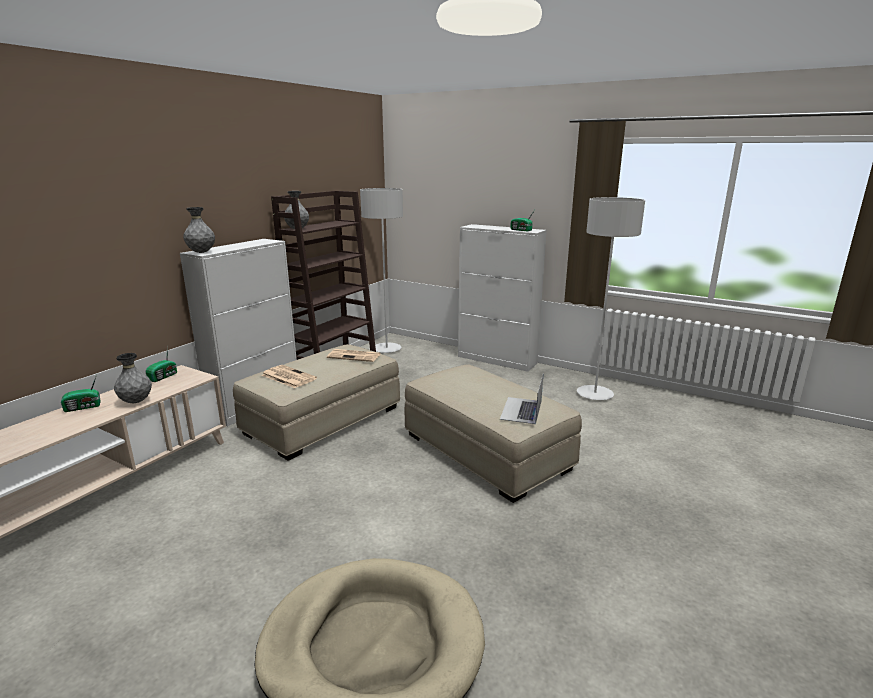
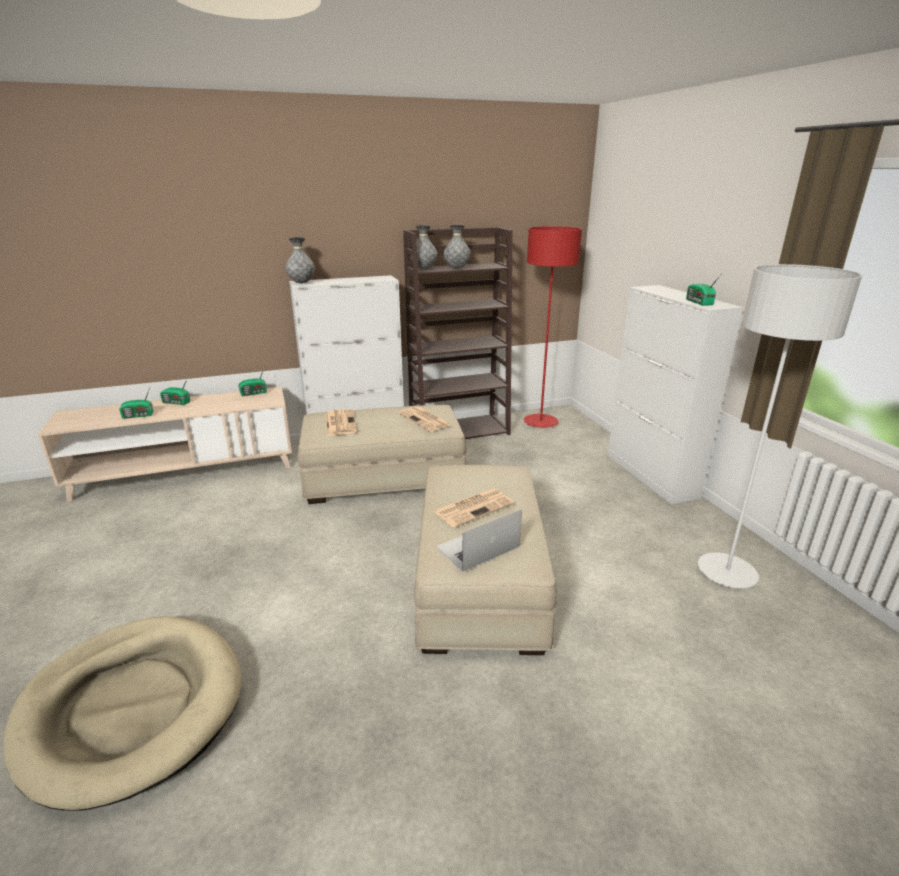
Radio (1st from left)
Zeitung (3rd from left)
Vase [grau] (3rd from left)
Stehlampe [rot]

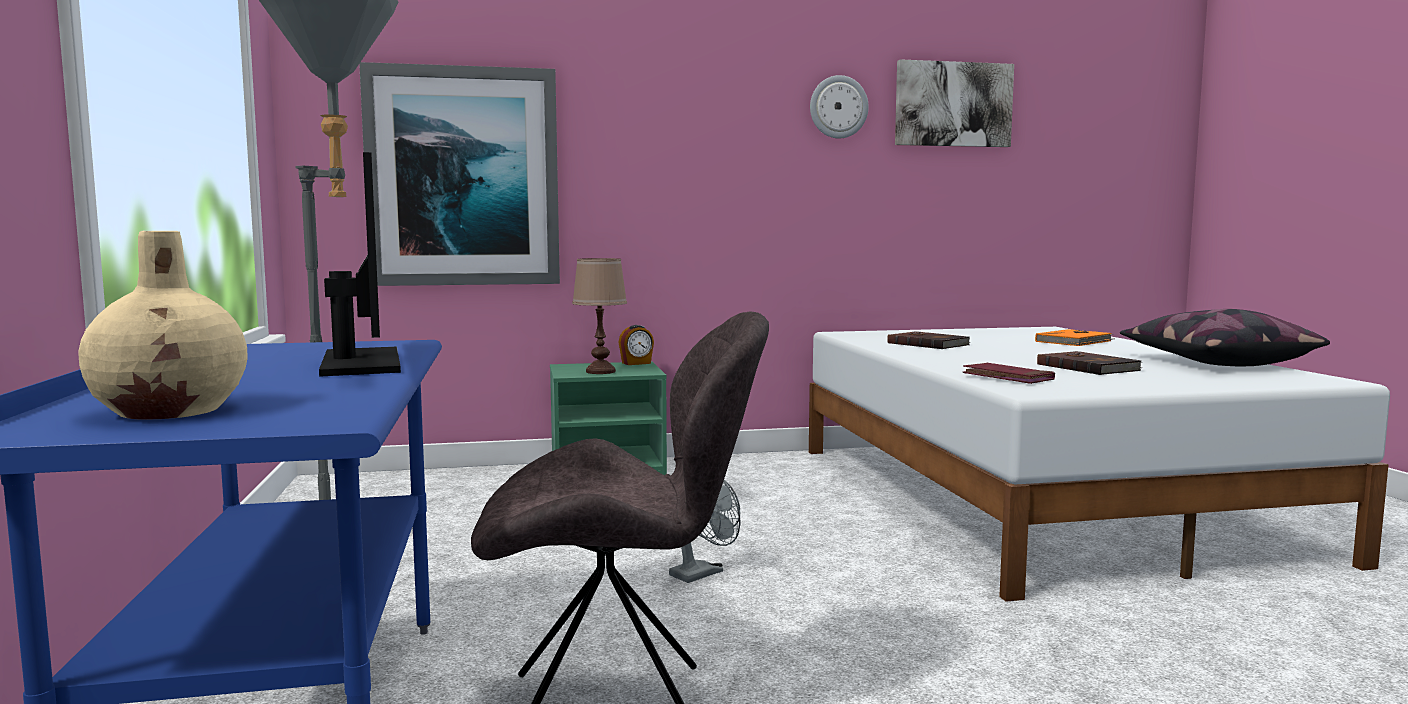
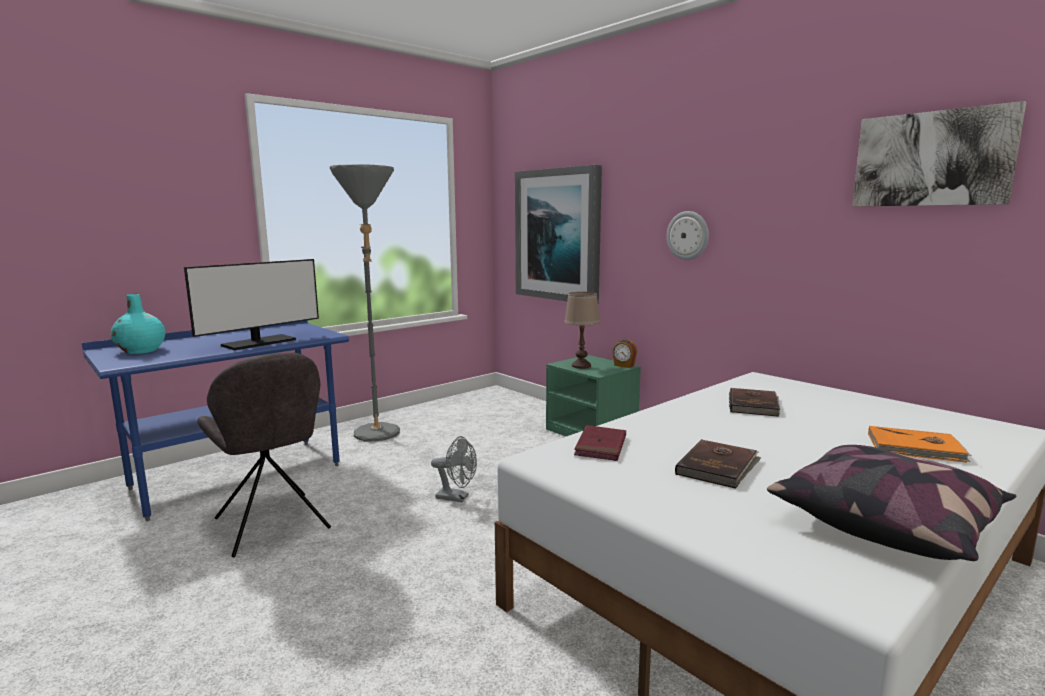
Vase [türkis]
Wanduhr

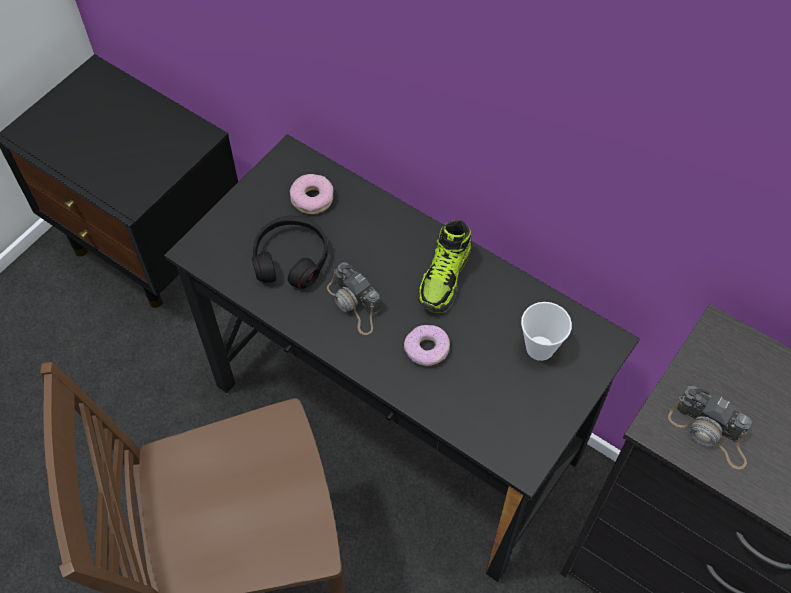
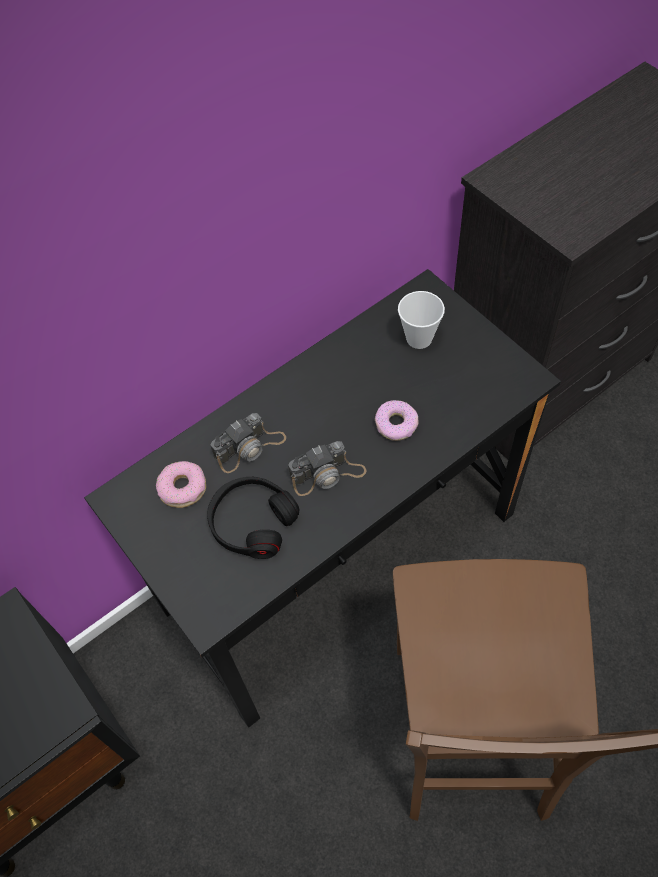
Kamera (1st from left)
Schuh

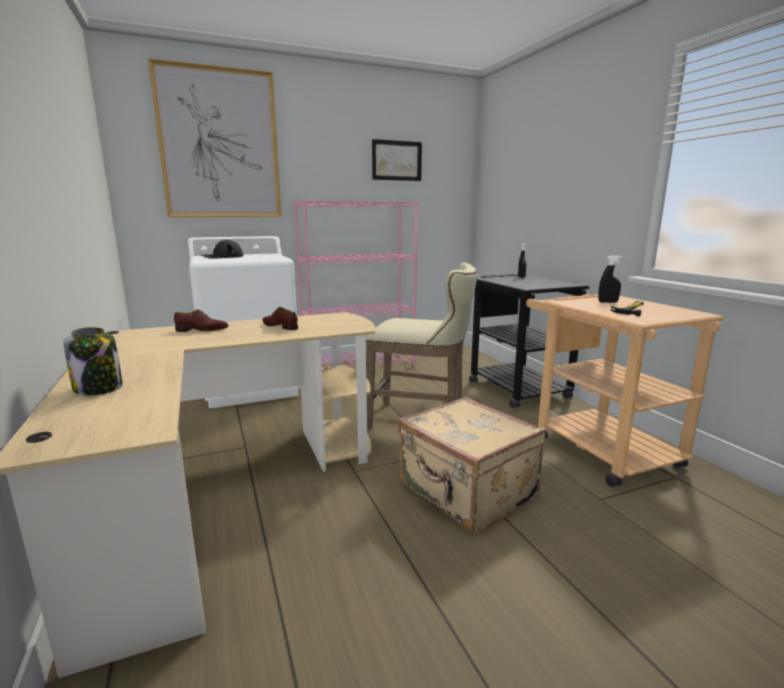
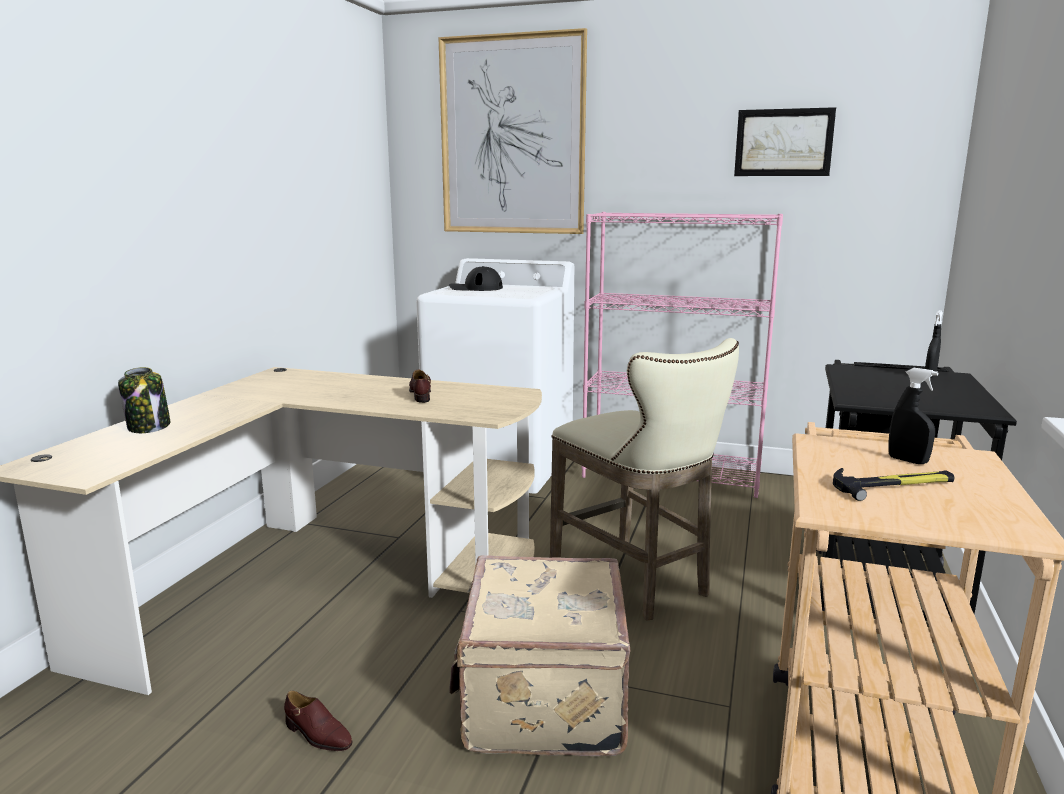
Schuh [braun] (1st from left)

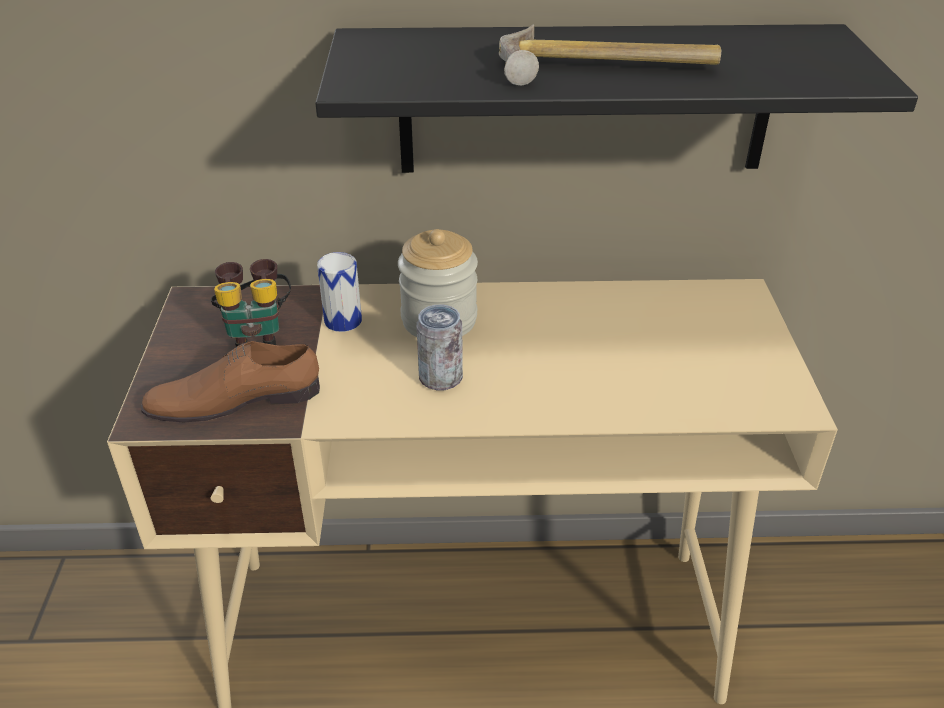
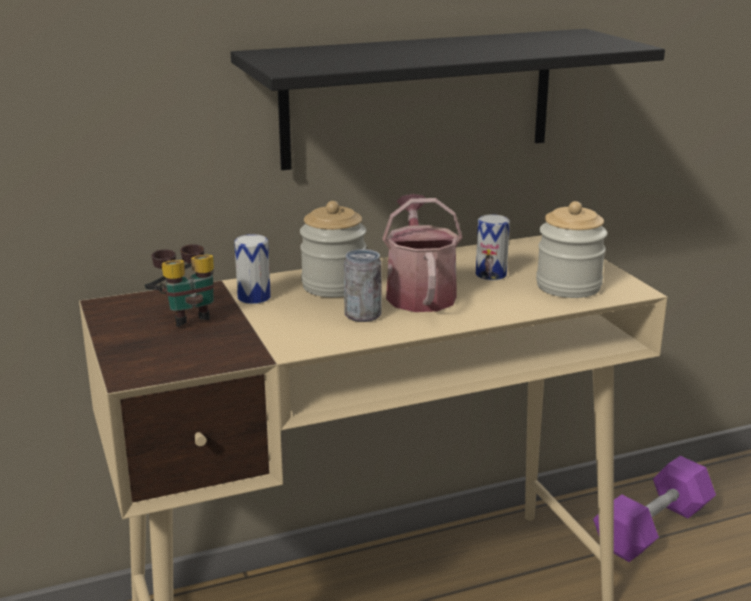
Gießkanne
Dose (3rd from left)
Vorratsglas (2nd from left)
Hantel [lila]
Schuh [braun]
Hammer

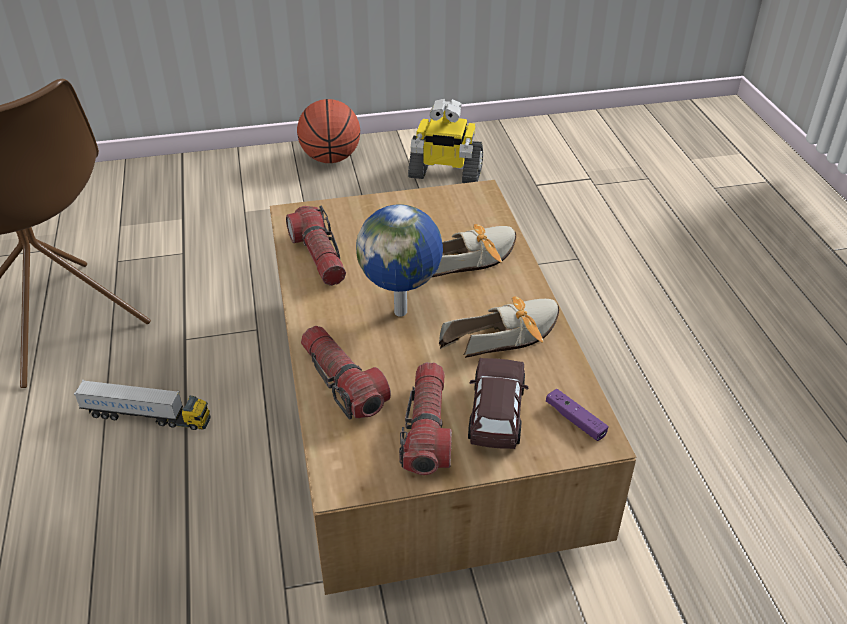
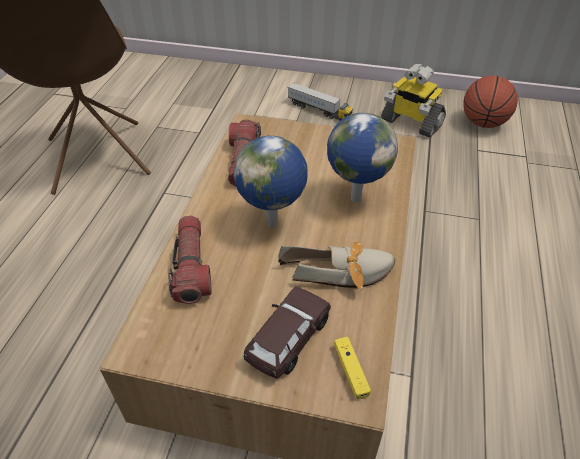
Spielzeuglaster
Globus (2nd from left)
Gamepad [gelb]
Basketball
Taschenlampe (3rd from left in the first image)

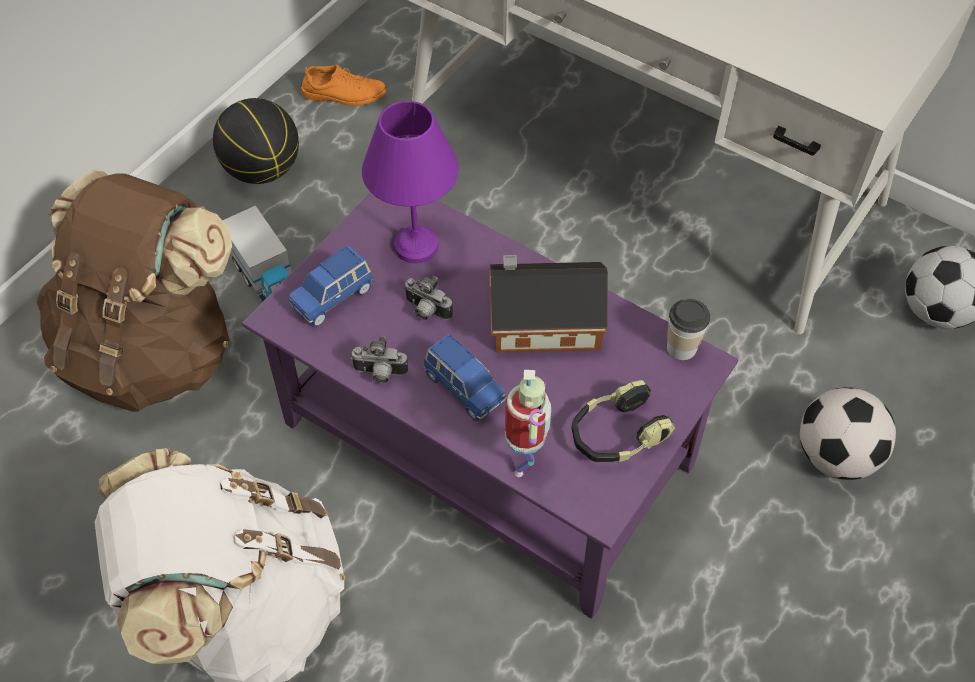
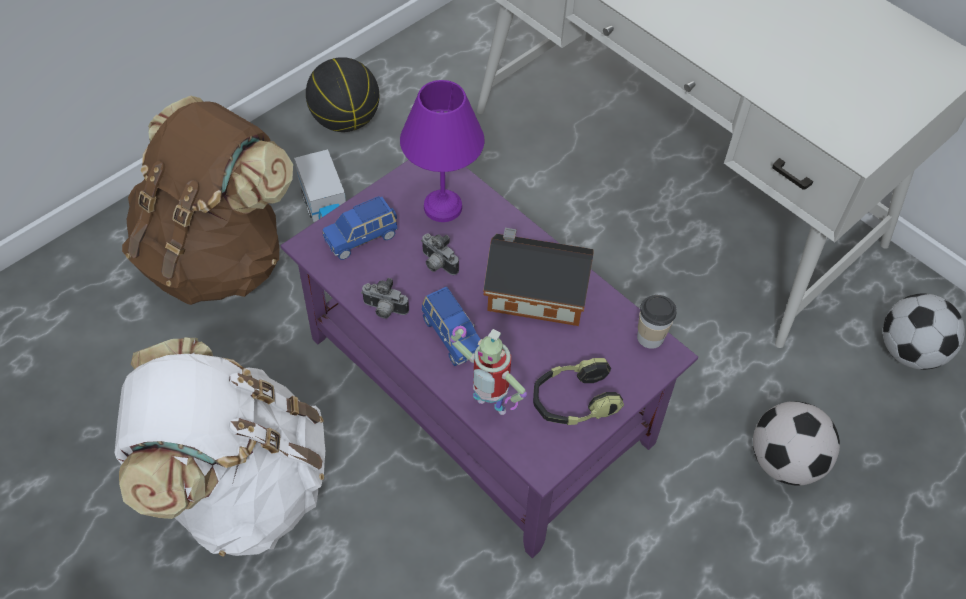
Spielzeugroboter
Schuh [orange]

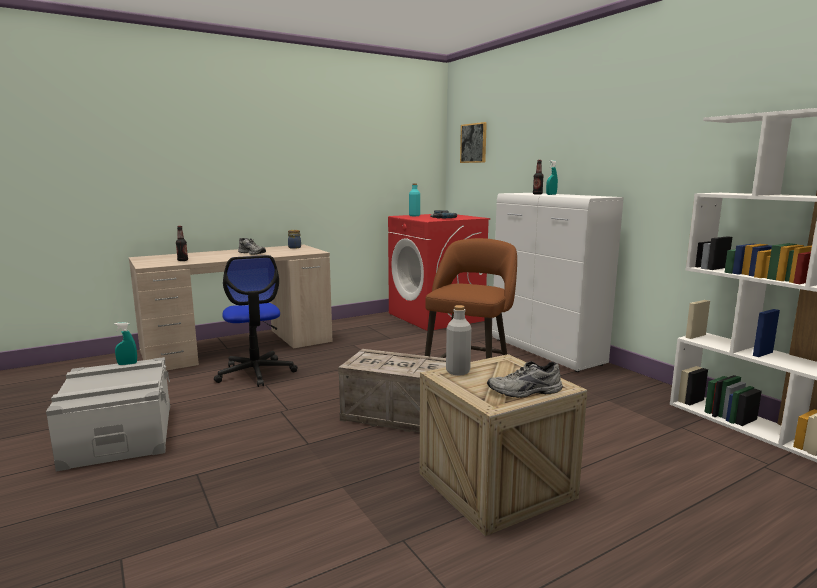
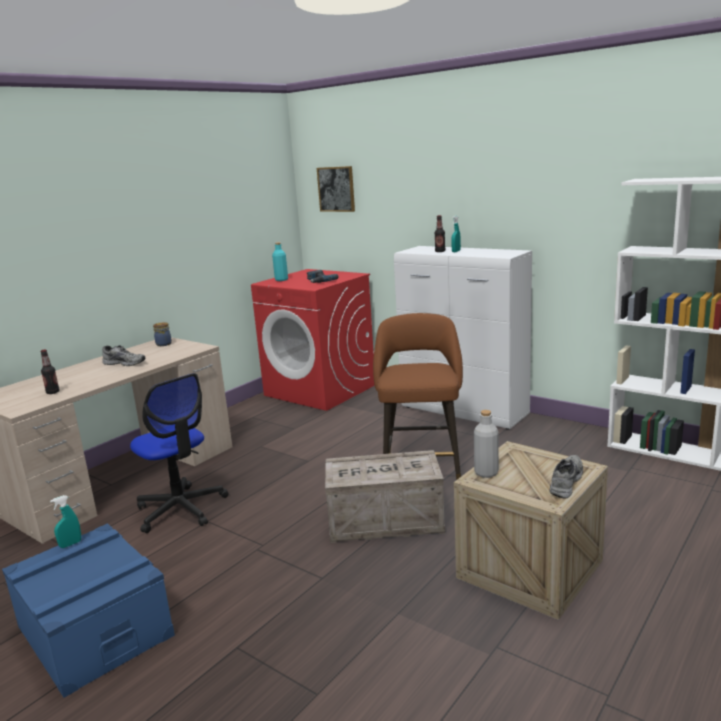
Aufbewahrungsbox [blau]
Schuh [grau] (2nd from left)

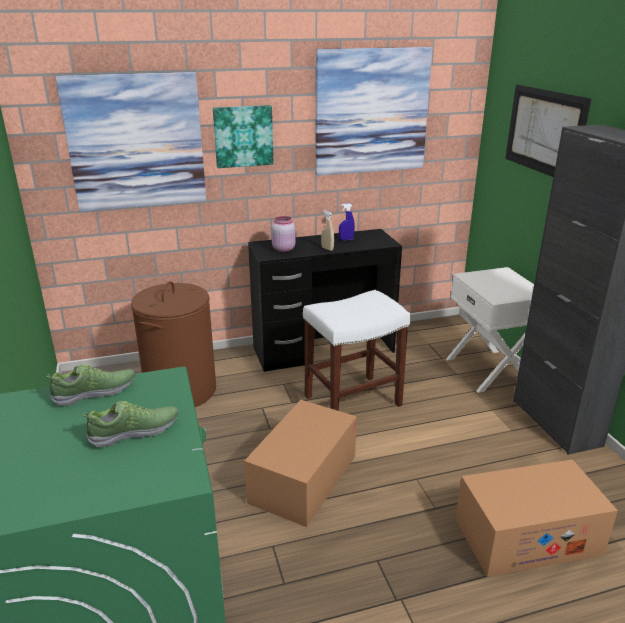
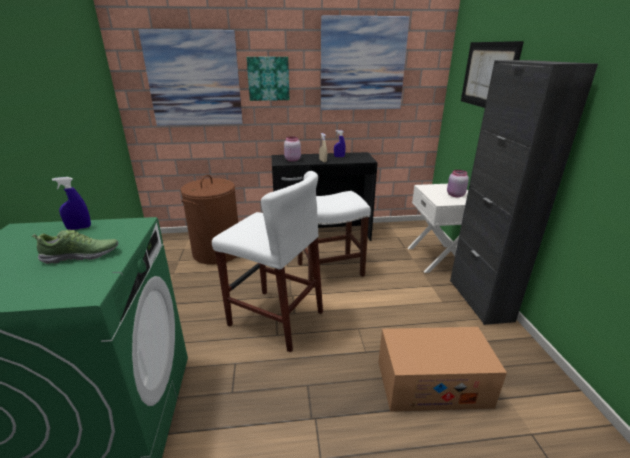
Sprühflasche [blau] (1st from left)
Hocker [weiß] (1st from left)
Vorratsglas [rosa] (2nd from left)

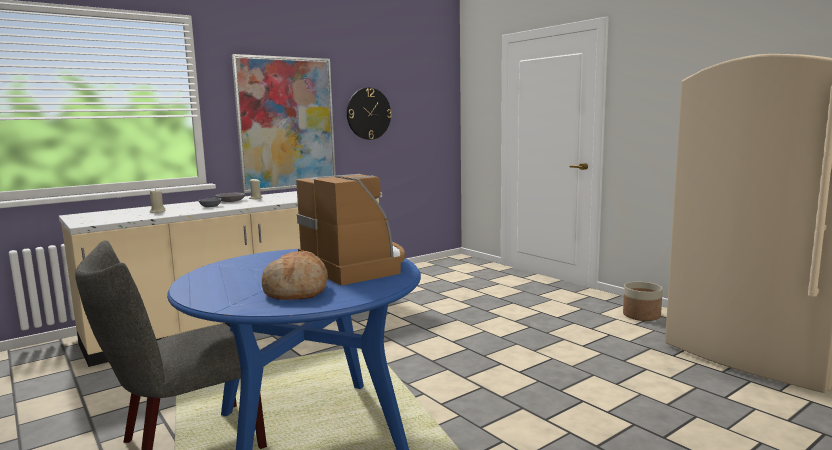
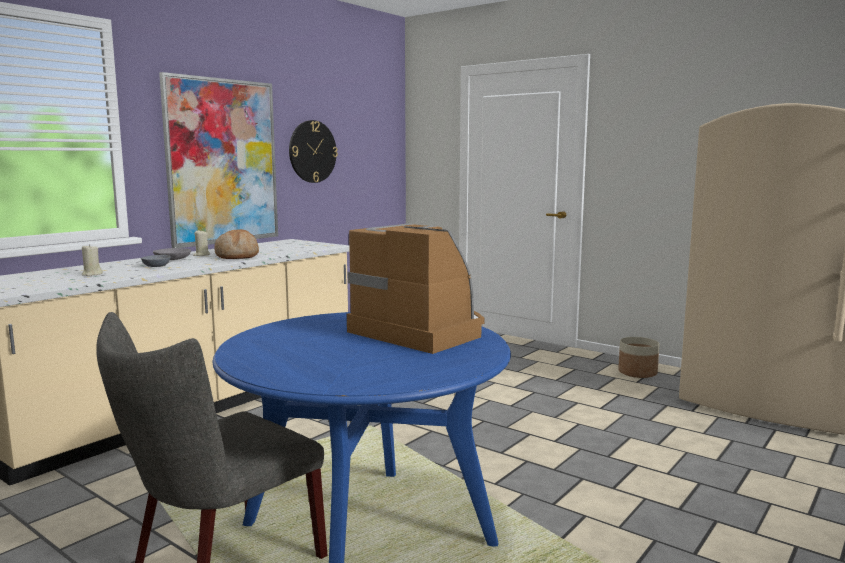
Brot

